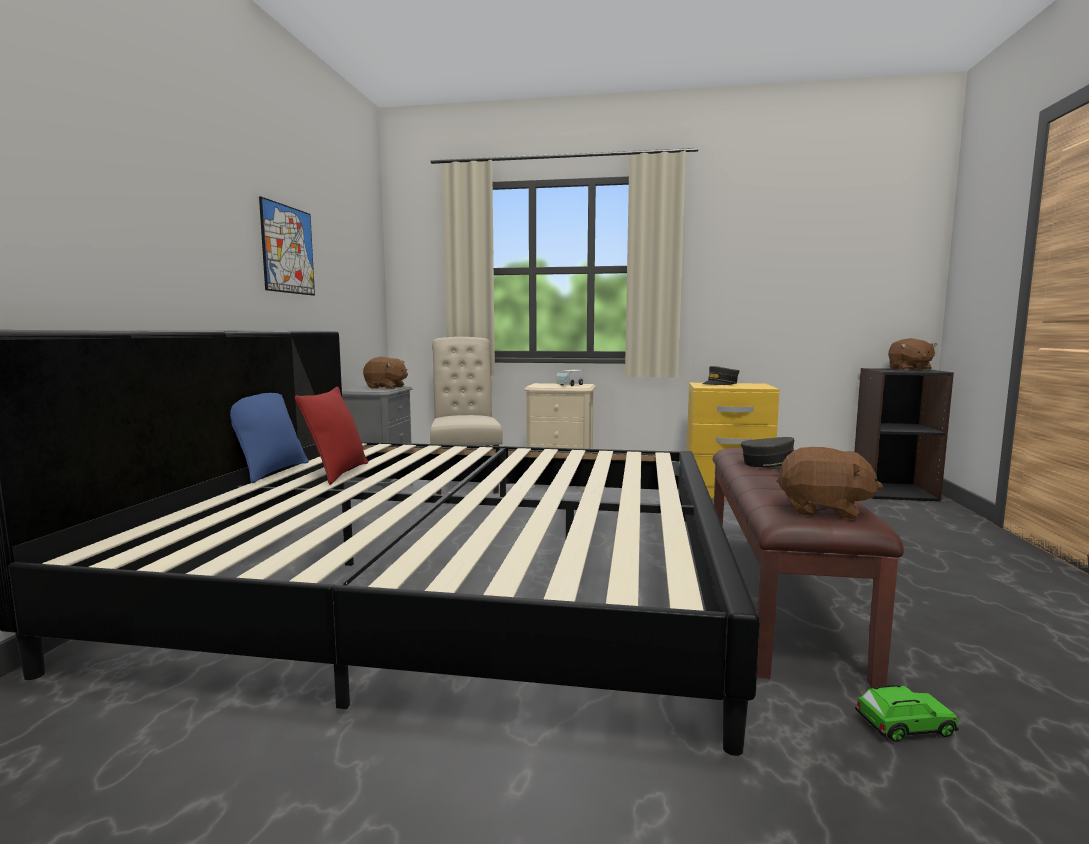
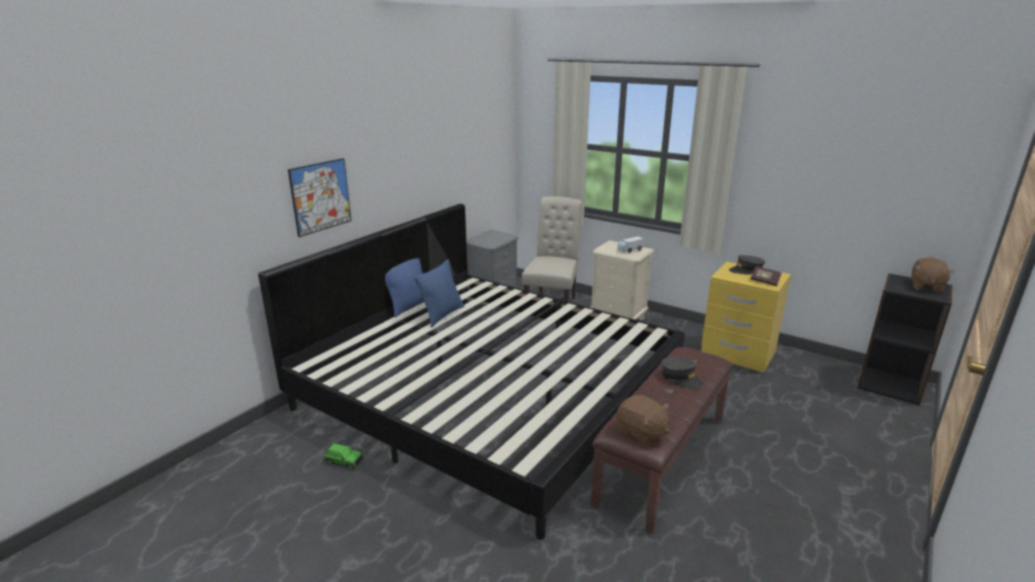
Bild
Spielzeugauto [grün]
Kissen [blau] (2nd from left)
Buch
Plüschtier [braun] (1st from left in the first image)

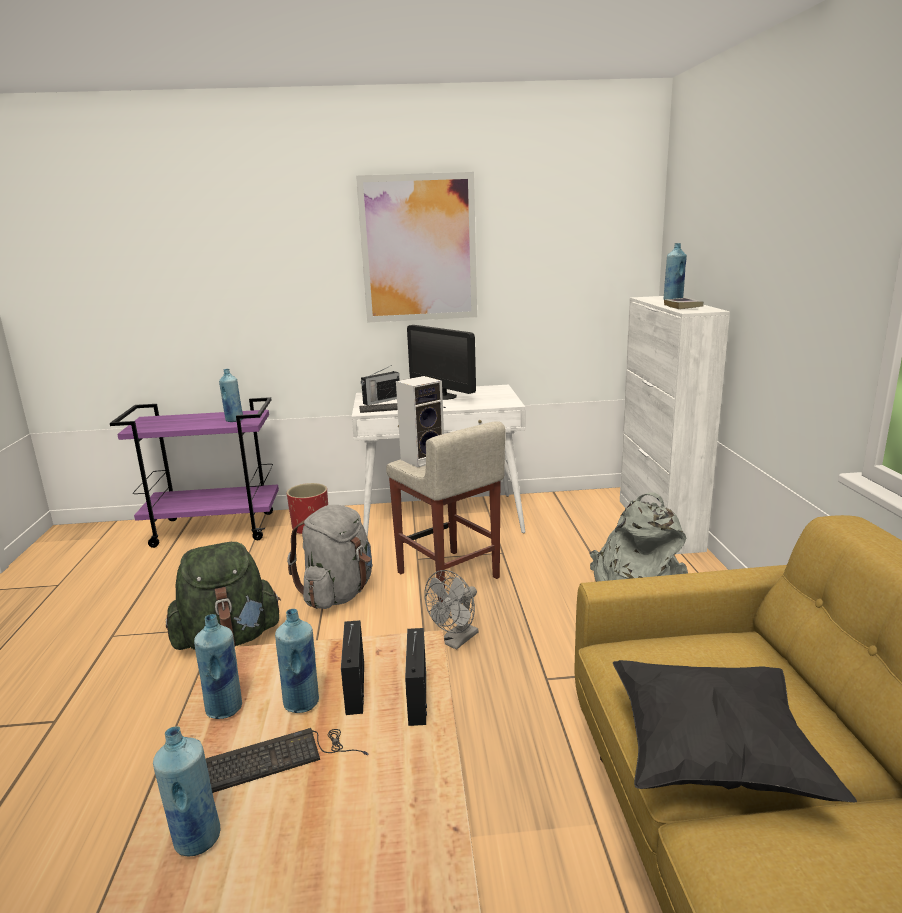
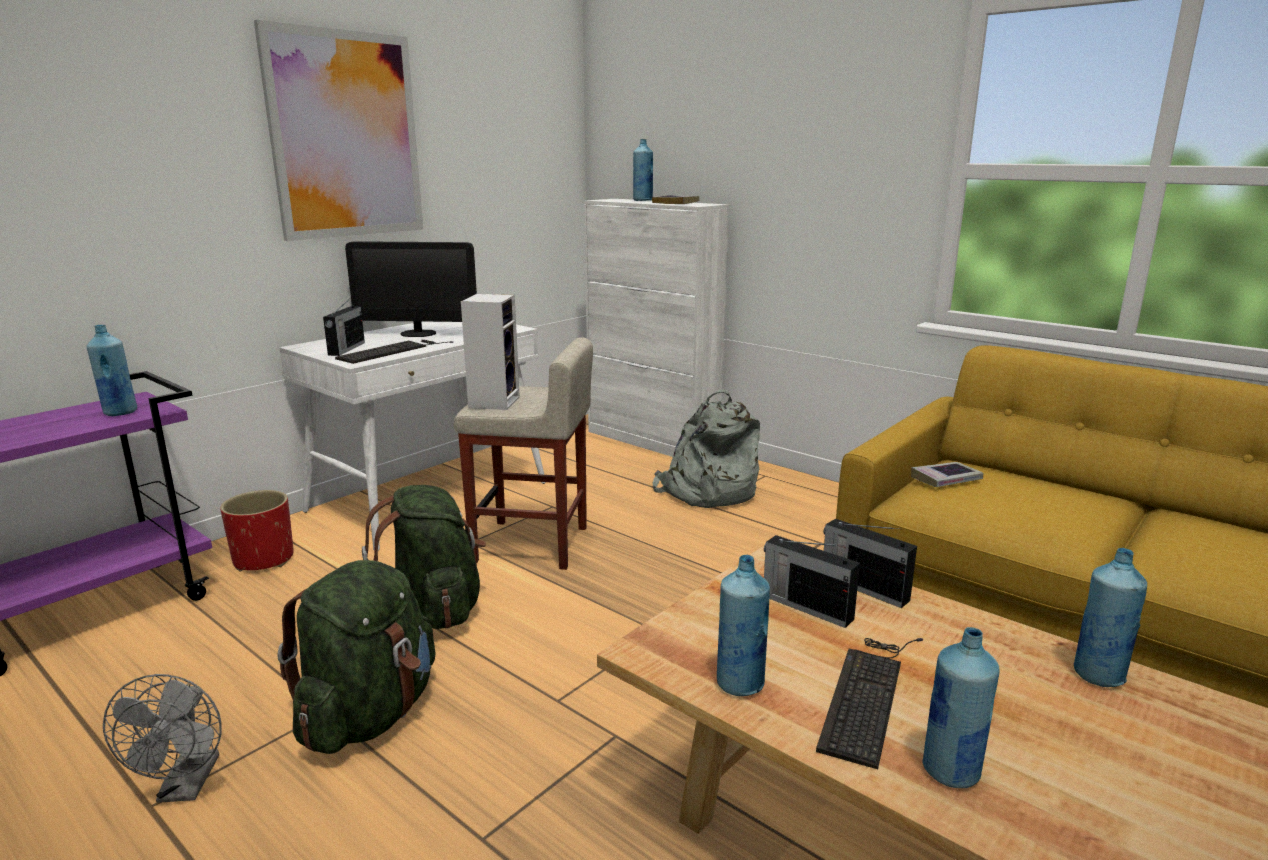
Ventilator [grau]
Rucksack [grün] (2nd from left)
Buch (2nd from left)
Flasche [blau] (5th from left)
Kissen [schwarz]

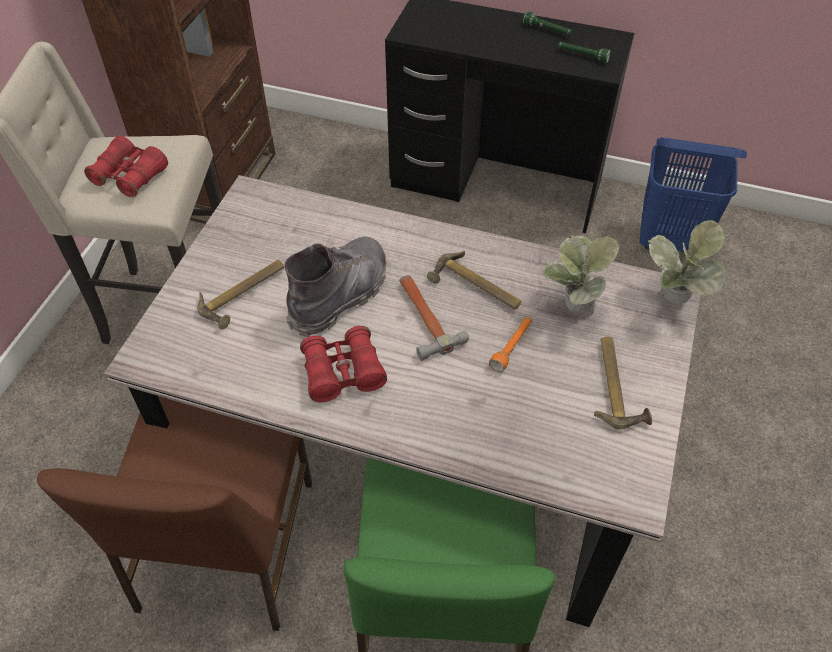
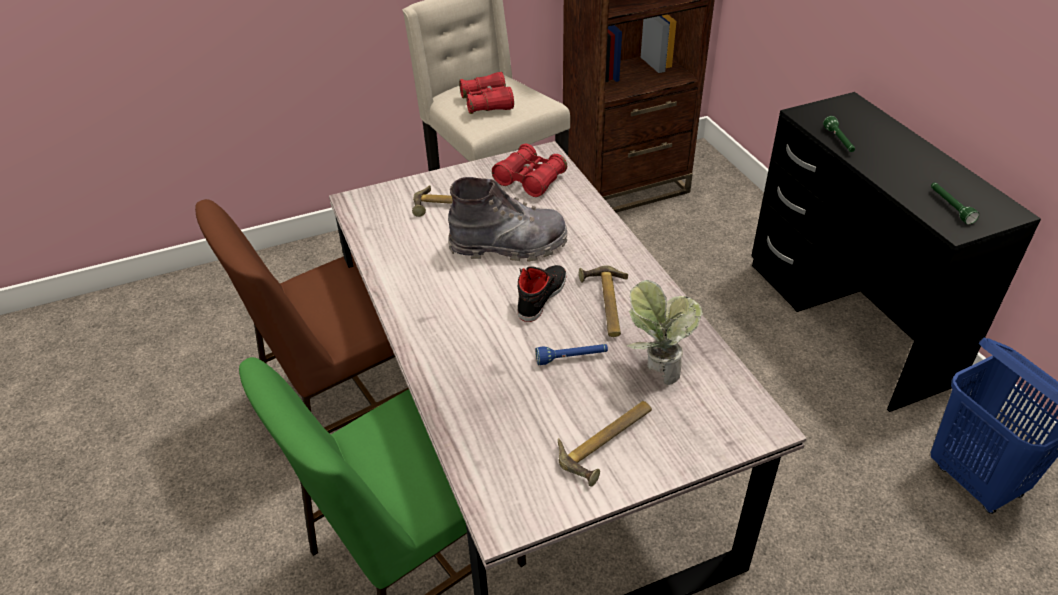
Fernglas [rot] (2nd from left)
Schuh [schwarz]
Taschenlampe [blau]
Taschenlampe [grün] (1st from left)
Topfpflanze (2nd from left in the first image)

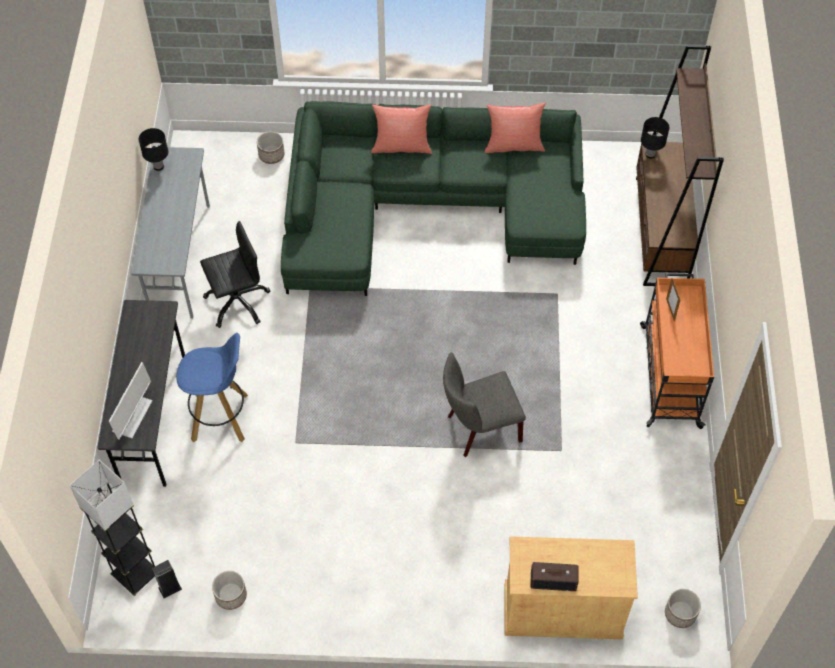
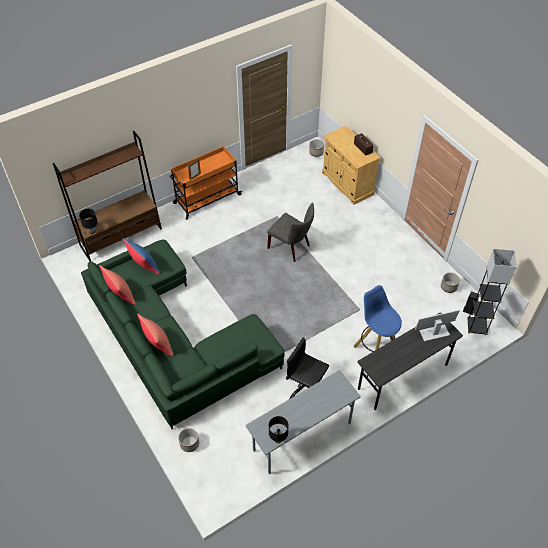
Kissen [blau]

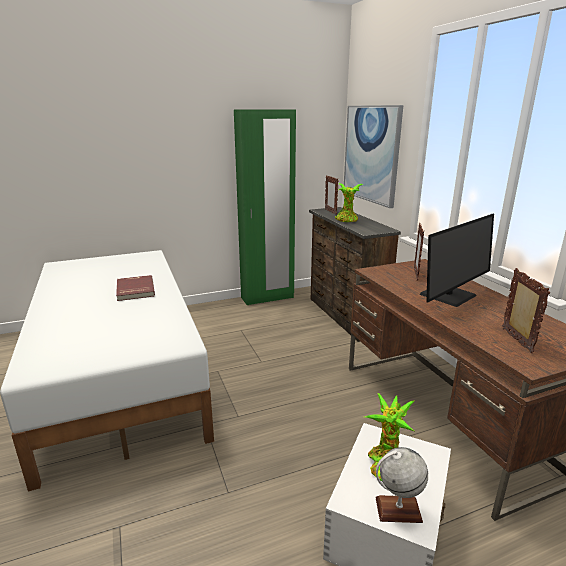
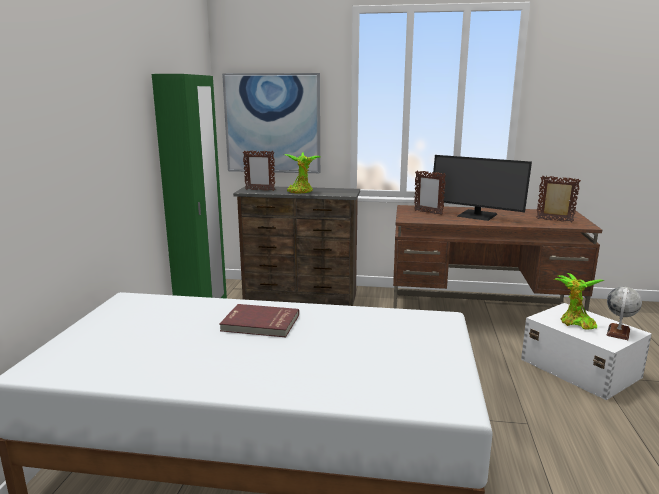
Monitor

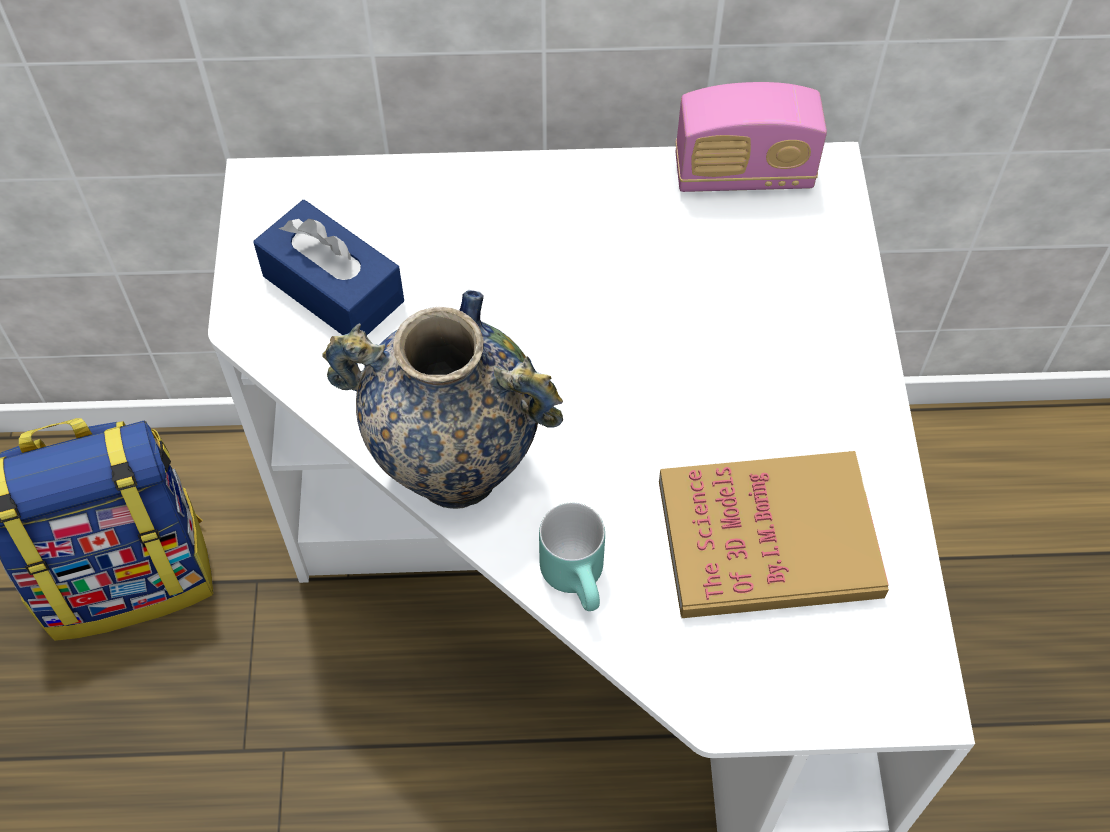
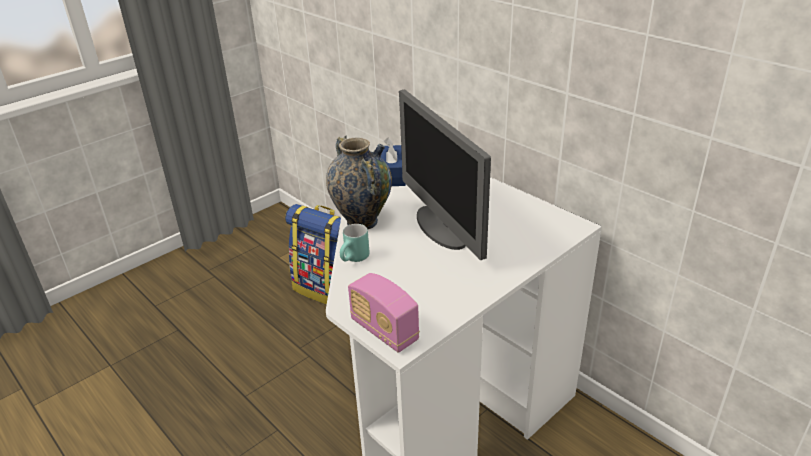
Radio
Monitor
Buch

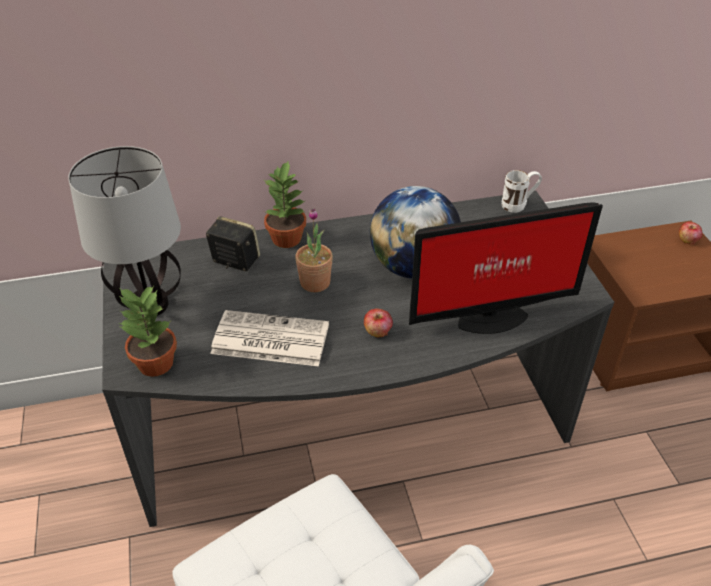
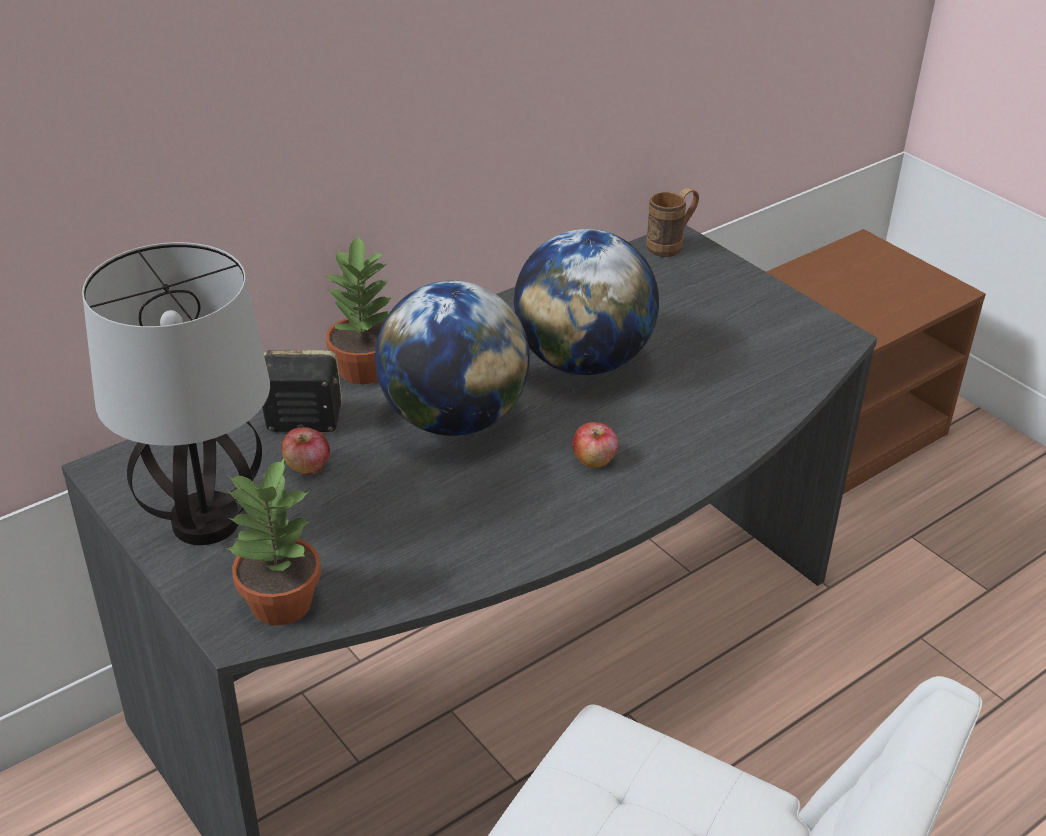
Apfel (1st from left)
Globus (1st from left)
Henkelbecher [braun]
Zeitung
Monitor

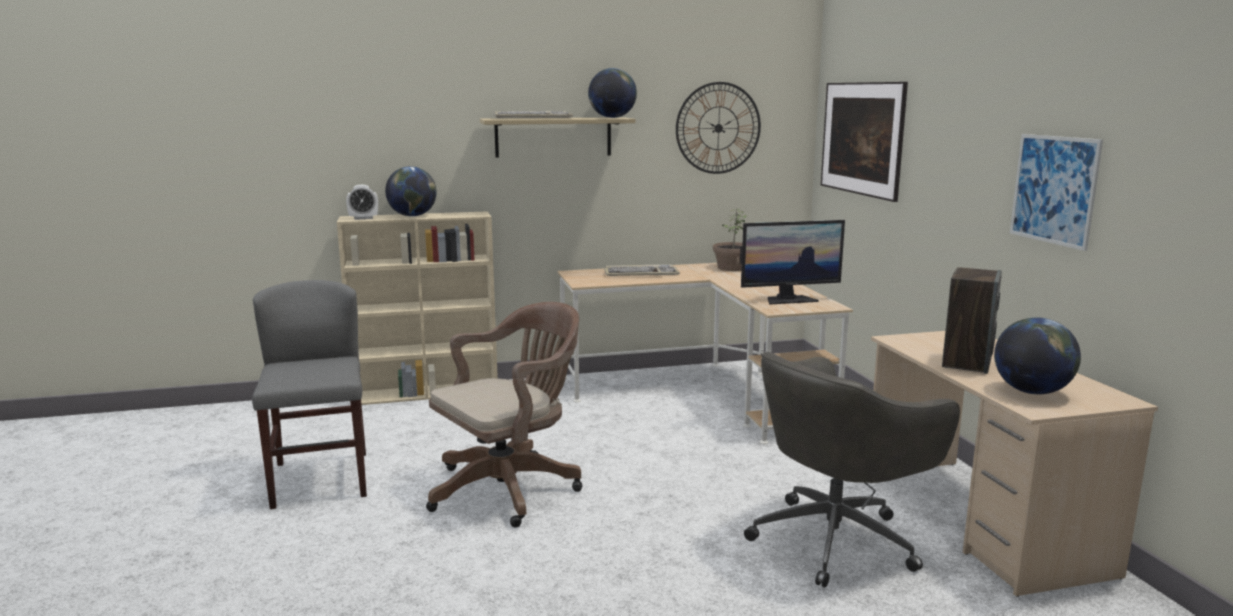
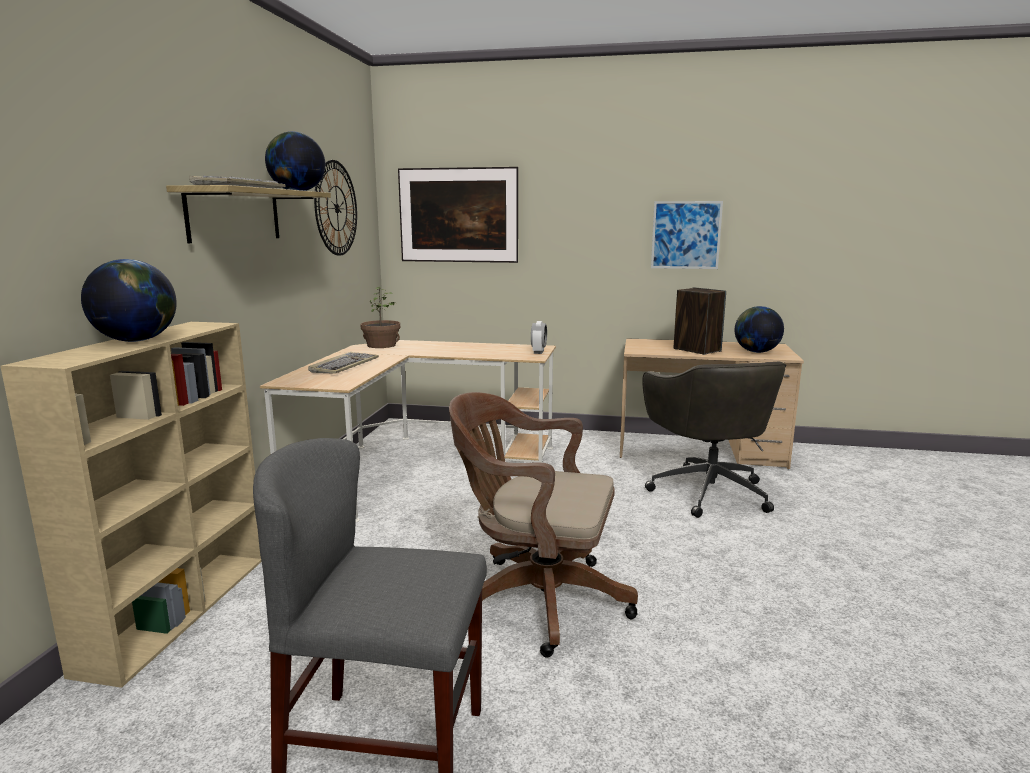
Bürostuhl [braun]
Wecker
Monitor

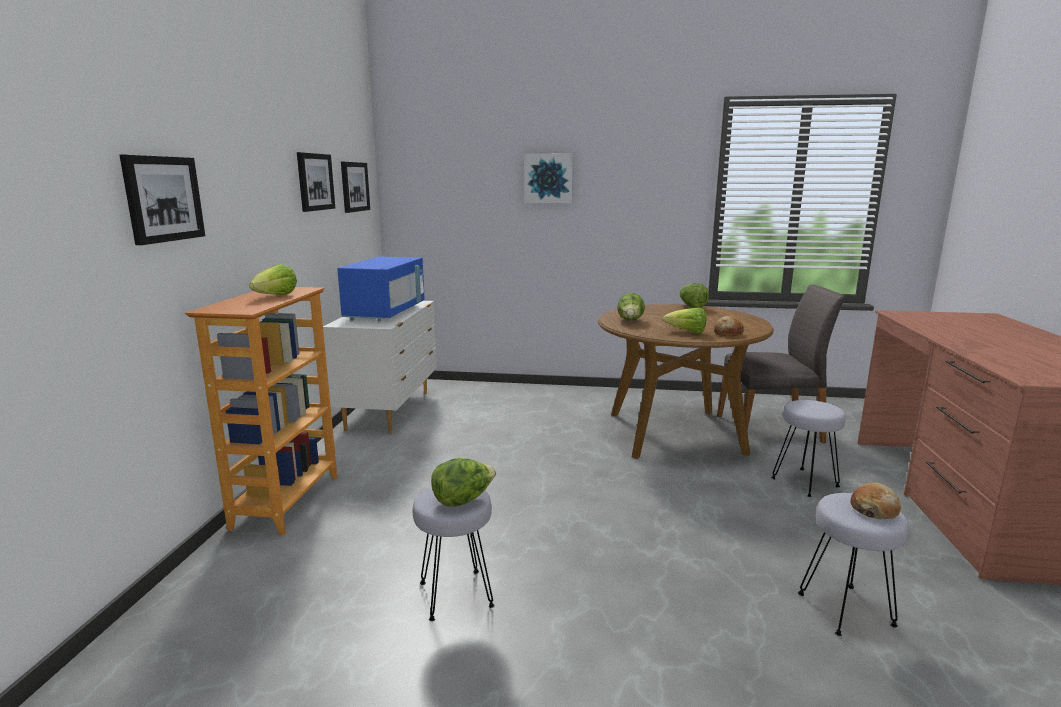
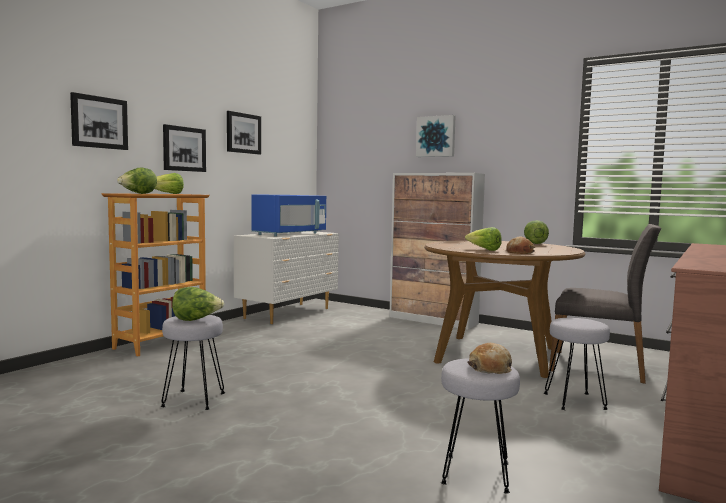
Salatkopf (1st from left)
Bild (2nd from left)
Schrank

